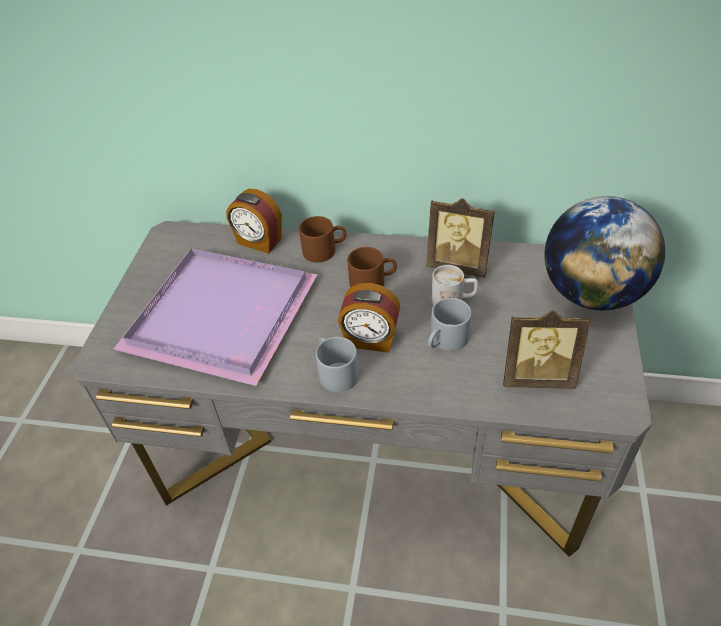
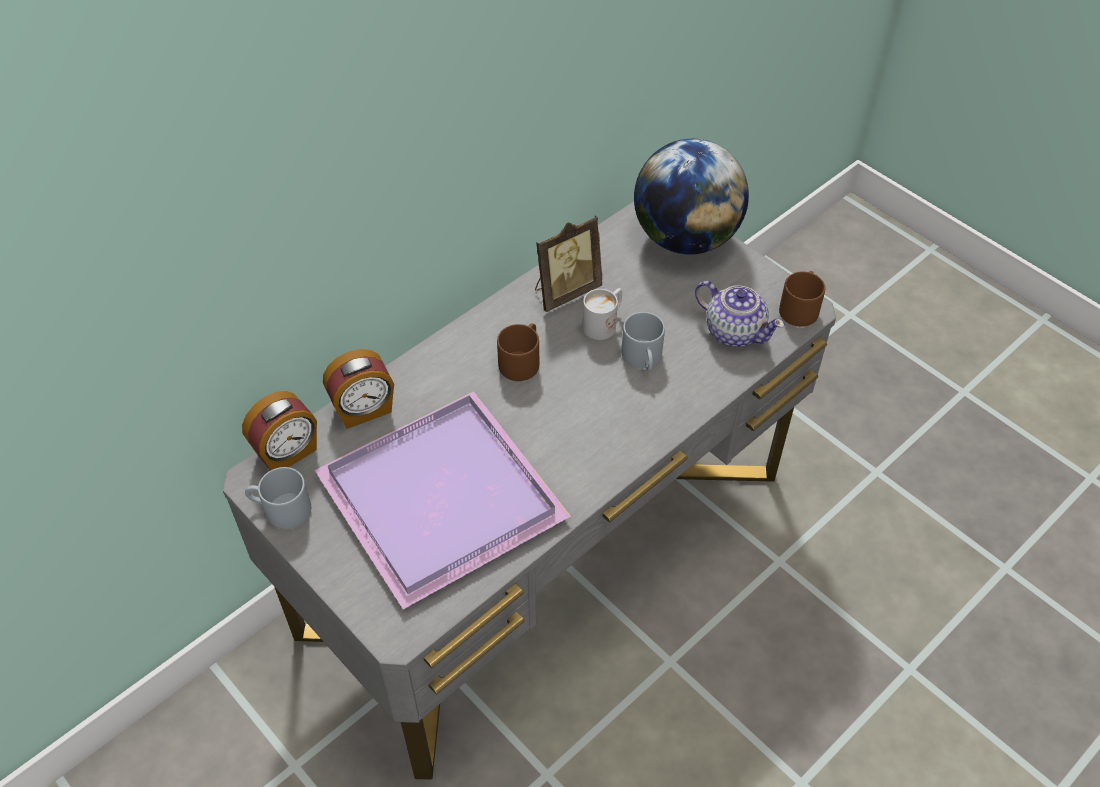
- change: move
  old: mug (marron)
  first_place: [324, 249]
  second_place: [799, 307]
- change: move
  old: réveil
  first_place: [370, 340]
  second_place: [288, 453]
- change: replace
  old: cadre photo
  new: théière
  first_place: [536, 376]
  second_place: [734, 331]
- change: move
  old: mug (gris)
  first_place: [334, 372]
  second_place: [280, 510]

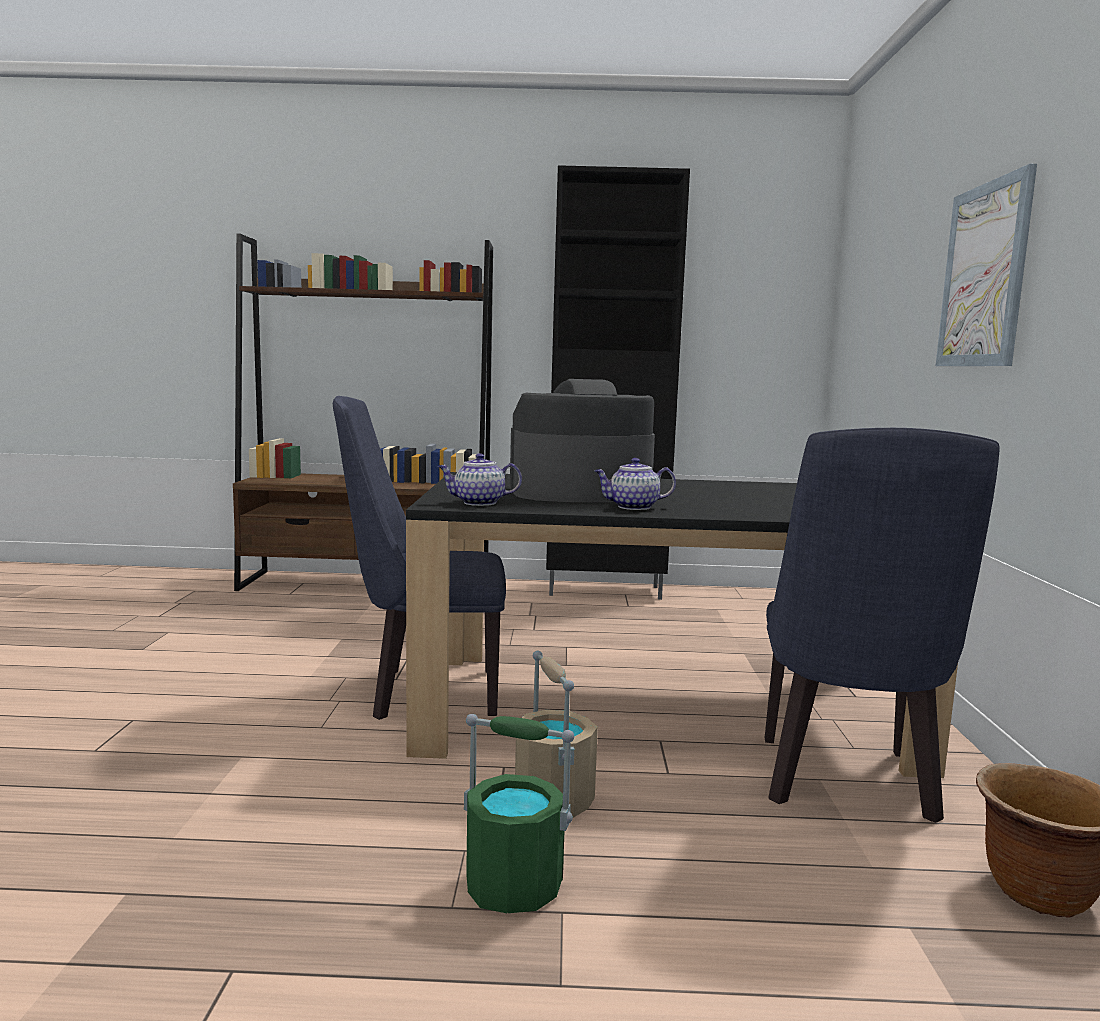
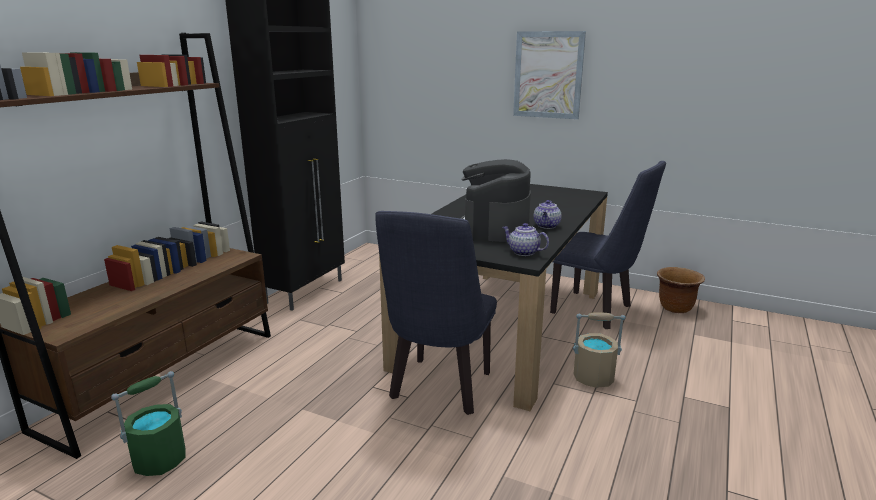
- change: rotate
  old: théière
  first_place: [478, 503]
  second_place: [523, 252]
  degrees: 105
- change: move
  old: seau (vert)
  first_place: [514, 886]
  second_place: [160, 460]

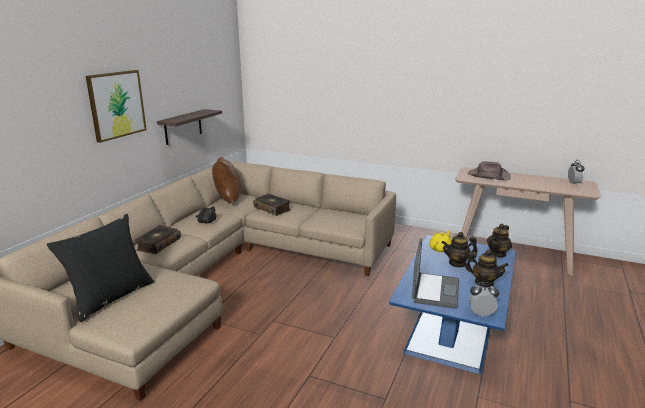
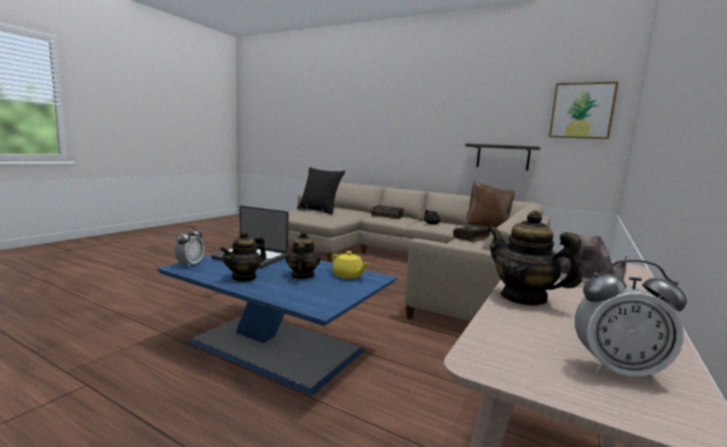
- change: move
  old: tableau
  first_place: [116, 104]
  second_place: [582, 110]
- change: move
  old: théière
  first_place: [498, 253]
  second_place: [523, 297]

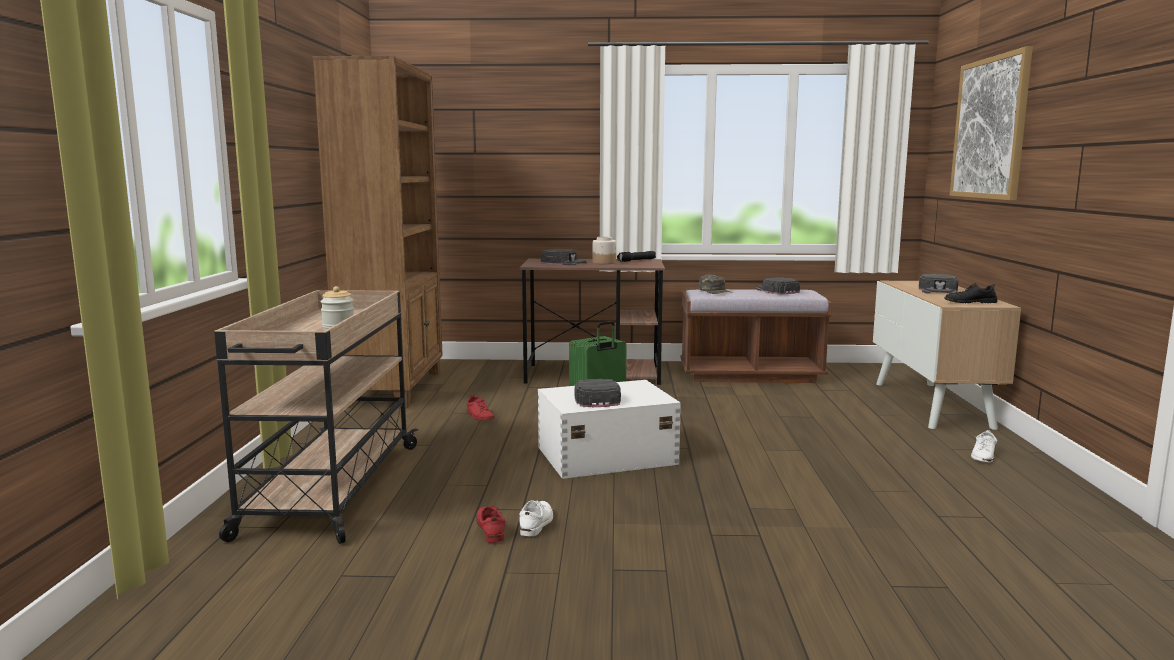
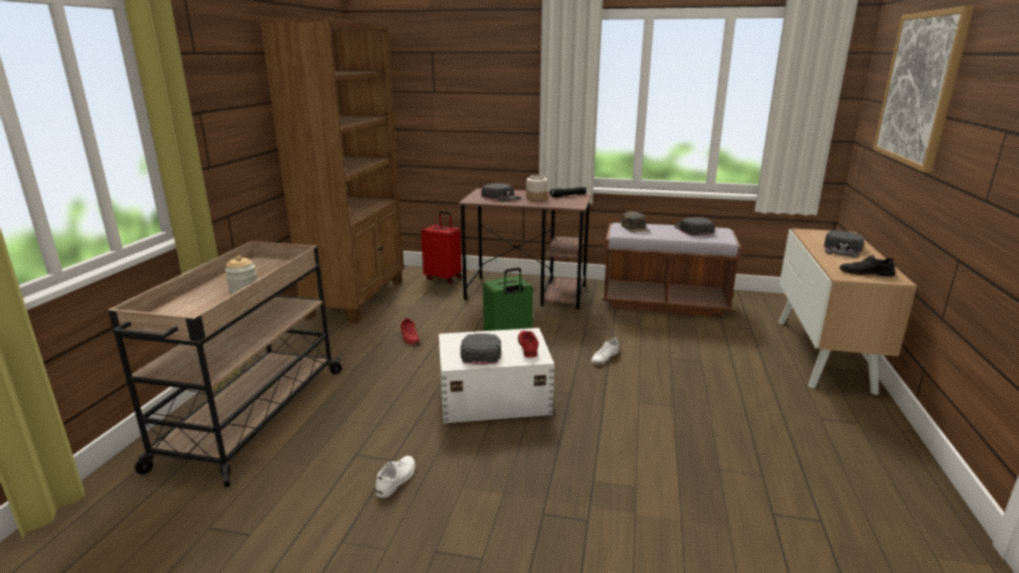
- change: move
  old: chaussure (blanc)
  first_place: [983, 455]
  second_place: [605, 357]
- change: move
  old: chaussure (rouge)
  first_place: [490, 529]
  second_place: [528, 347]
- change: insert
  new: valise (rouge)
  second_place: [443, 278]

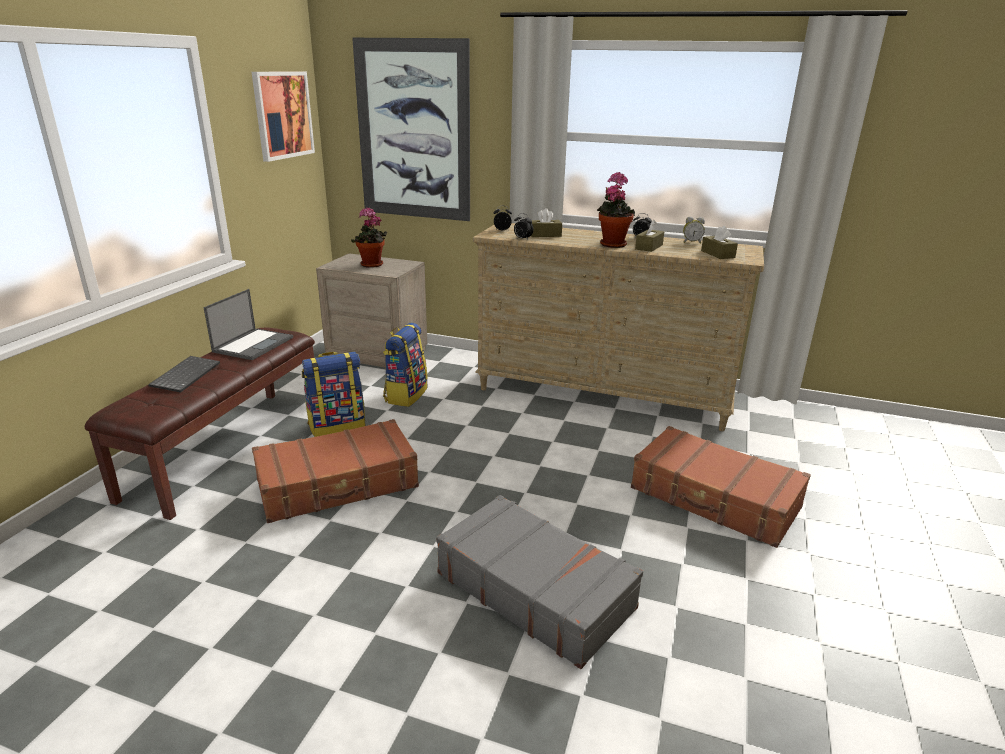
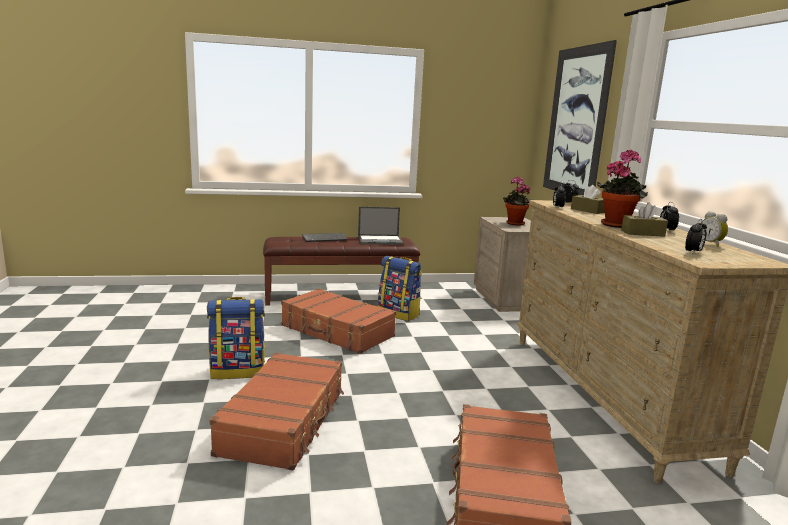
- change: delete
  old: tableau
  first_place: [283, 115]
- change: replace
  old: boîte à mouchoirs (marron)
  new: réveil
  first_place: [717, 254]
  second_place: [693, 252]
- change: move
  old: sac à dos
  first_place: [405, 395]
  second_place: [238, 371]
- change: recolor
  old: valise (gris)
  new: valise (marron)
  first_place: [535, 589]
  second_place: [284, 421]

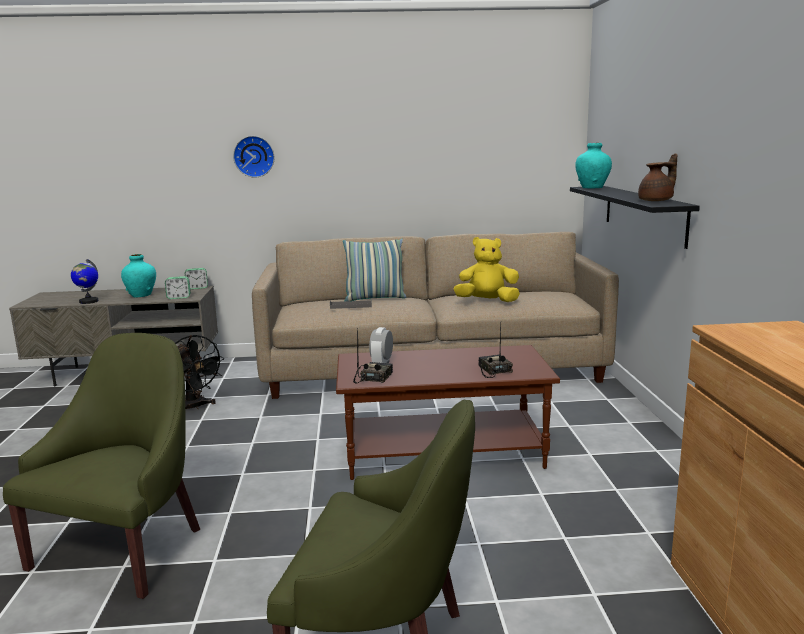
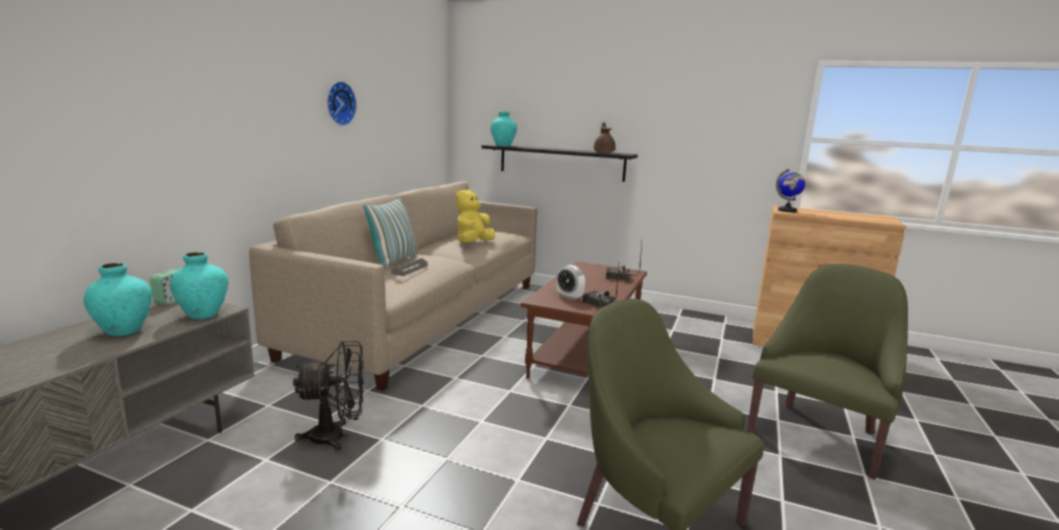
- change: move
  old: horloge murale
  first_place: [254, 156]
  second_place: [339, 103]
- change: move
  old: globe
  first_place: [88, 301]
  second_place: [787, 211]
- change: replace
  old: réveil
  new: vase (turquoise)
  first_place: [179, 297]
  second_place: [203, 314]

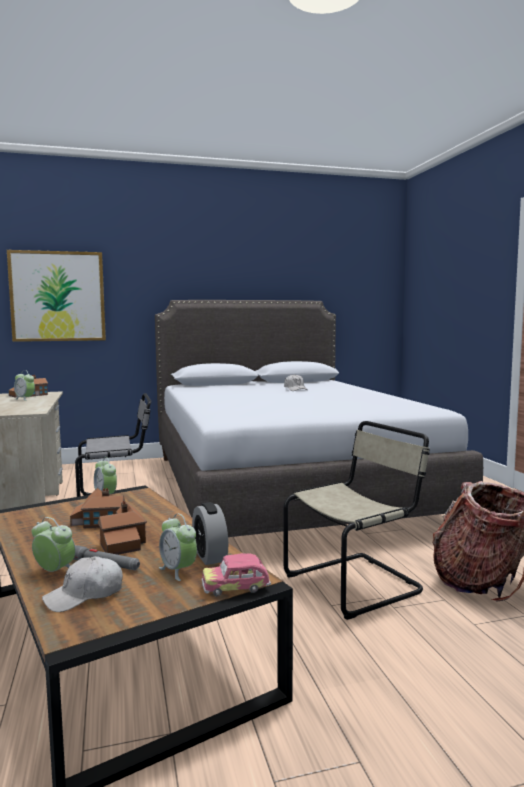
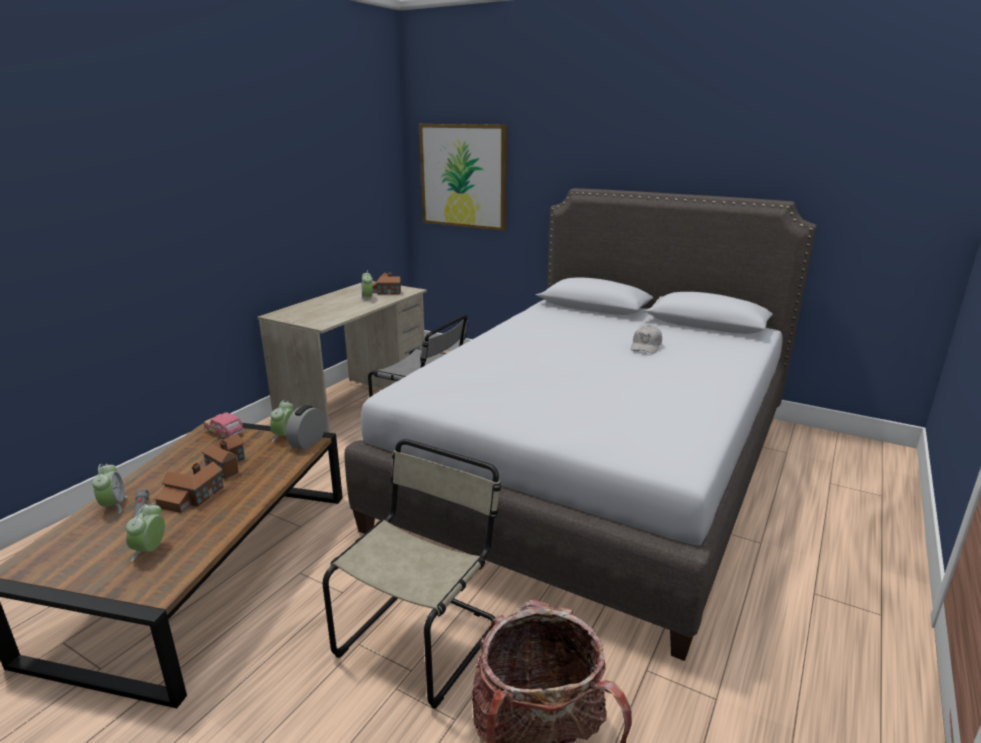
- change: rotate
  old: chaise (beige)
  first_place: [357, 583]
  second_place: [422, 636]
  degrees: -75
- change: move
  old: réveil
  first_place: [210, 556]
  second_place: [307, 442]
- change: move
  old: petite voiture
  first_place: [235, 588]
  second_place: [225, 433]
- change: delete
  old: casquette (blanc)
  first_place: [84, 595]

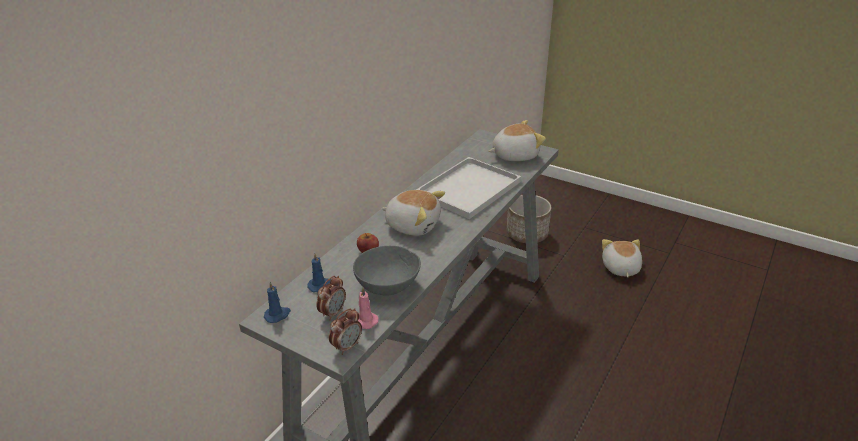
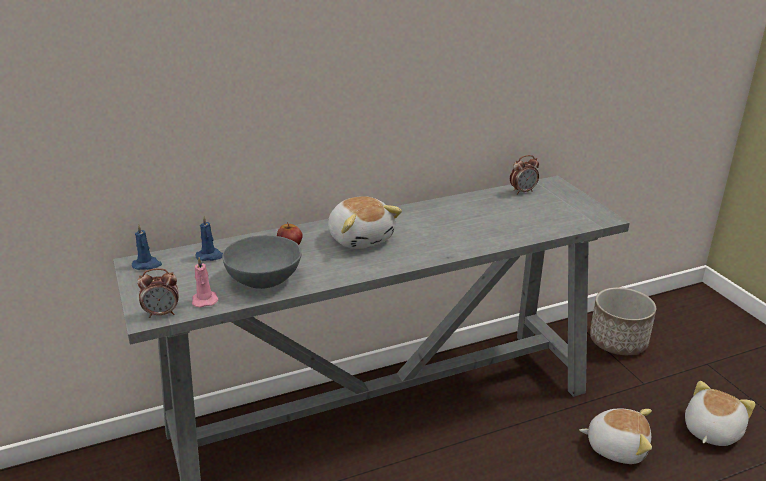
- change: move
  old: peluche
  first_place: [514, 155]
  second_place: [616, 447]
- change: delete
  old: plateau (blanc)
  first_place: [468, 189]
- change: move
  old: réveil
  first_place: [333, 313]
  second_place: [523, 191]

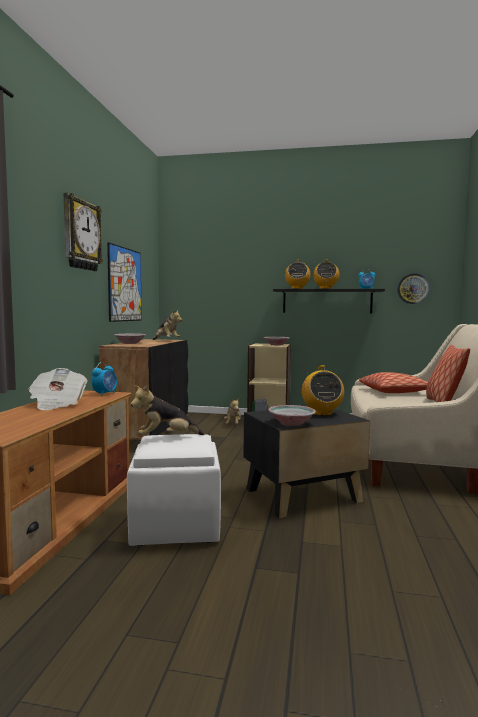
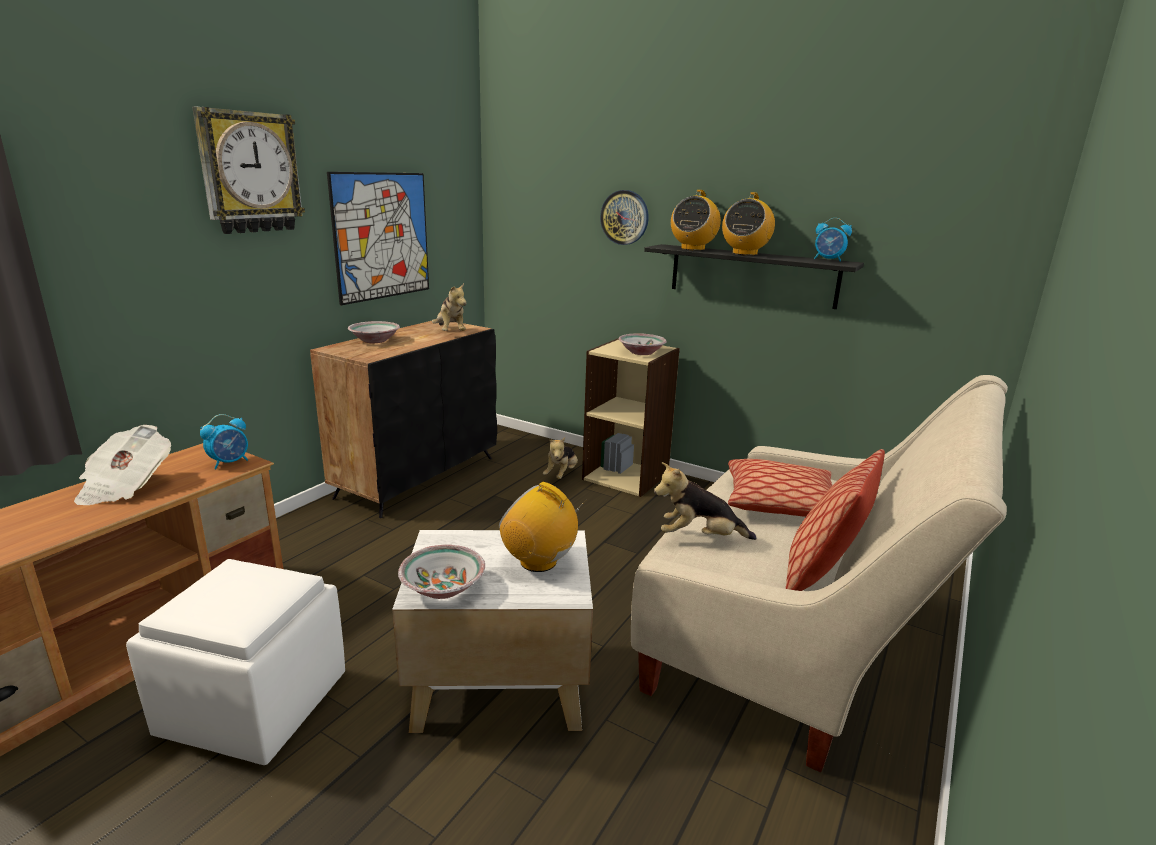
- change: move
  old: horloge murale
  first_place: [413, 288]
  second_place: [624, 217]
- change: rotate
  old: radio
  first_place: [321, 413]
  second_place: [539, 561]
  degrees: 105
- change: move
  old: peluche
  first_place: [166, 438]
  second_place: [699, 537]
- change: recolor
  old: table d'appoint (noir)
  new: table d'appoint (blanc)
  first_place: [301, 495]
  second_place: [498, 683]

